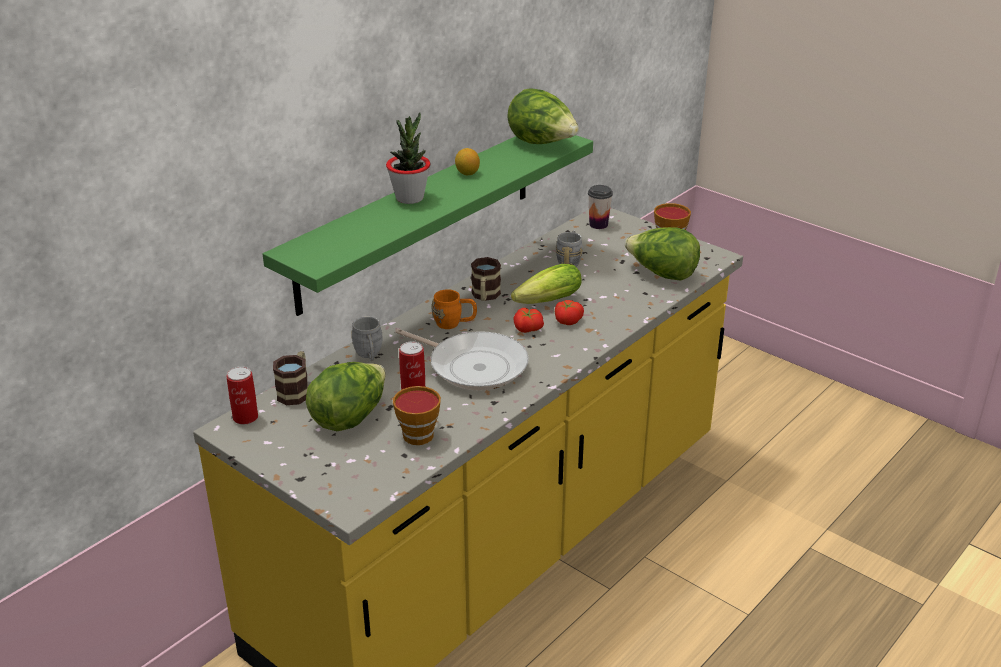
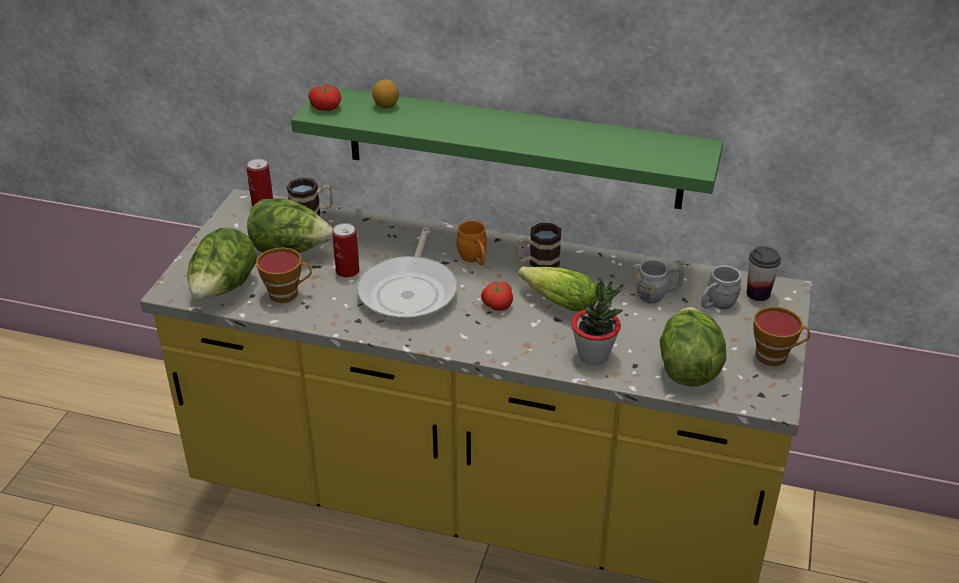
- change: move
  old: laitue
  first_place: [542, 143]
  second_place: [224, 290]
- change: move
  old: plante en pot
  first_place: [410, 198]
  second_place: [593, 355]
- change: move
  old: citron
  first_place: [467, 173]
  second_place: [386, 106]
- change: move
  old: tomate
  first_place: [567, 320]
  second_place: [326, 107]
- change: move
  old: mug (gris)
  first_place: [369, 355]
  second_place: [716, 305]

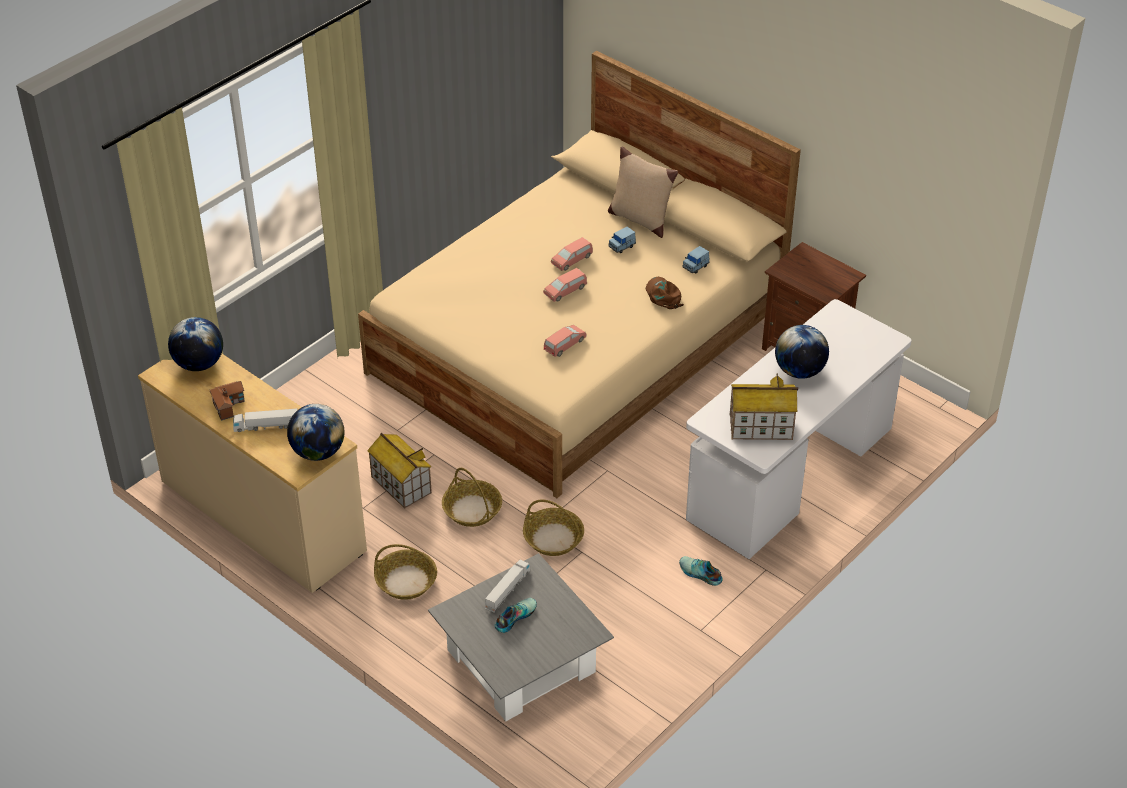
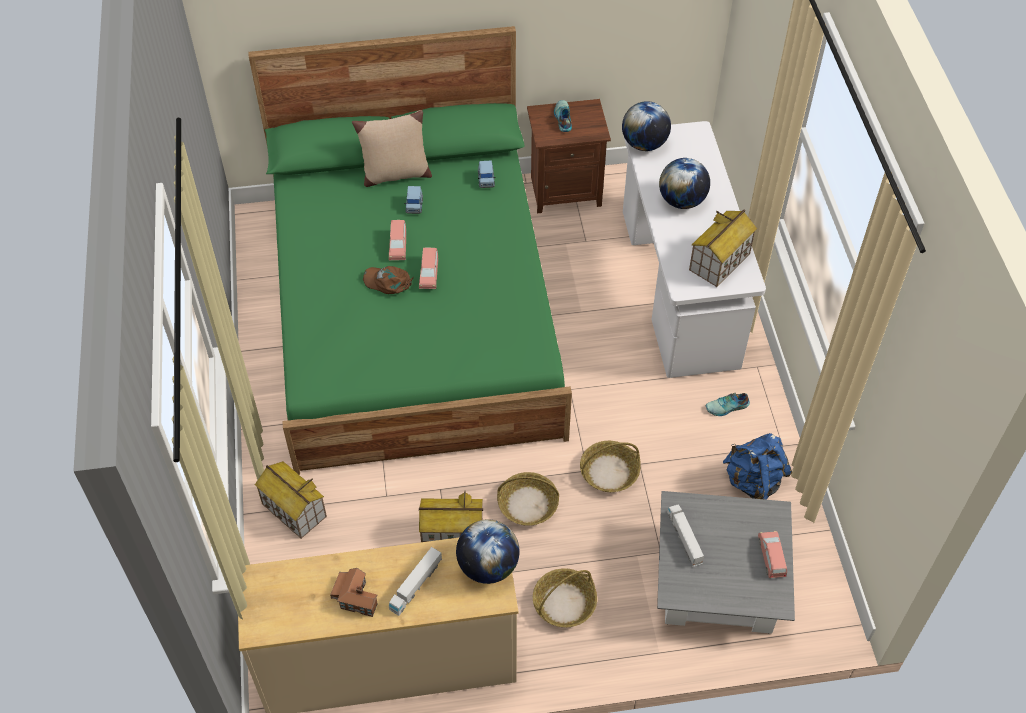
- change: recolor
  old: lit (beige)
  new: lit (vert)
  first_place: [578, 343]
  second_place: [415, 312]
- change: move
  old: casquette (marron)
  first_place: [663, 295]
  second_place: [388, 282]
- change: move
  old: globe
  first_place: [199, 364]
  second_place: [644, 144]
- change: move
  old: petite voiture (rose)
  first_place: [564, 345]
  second_place: [771, 557]
- change: move
  old: chaussure
  first_place: [514, 617]
  second_place: [562, 119]
- change: insert
  new: sac à dos (bleu)
  second_place: [753, 481]
- change: insert
  new: maison miniature
  second_place: [293, 510]

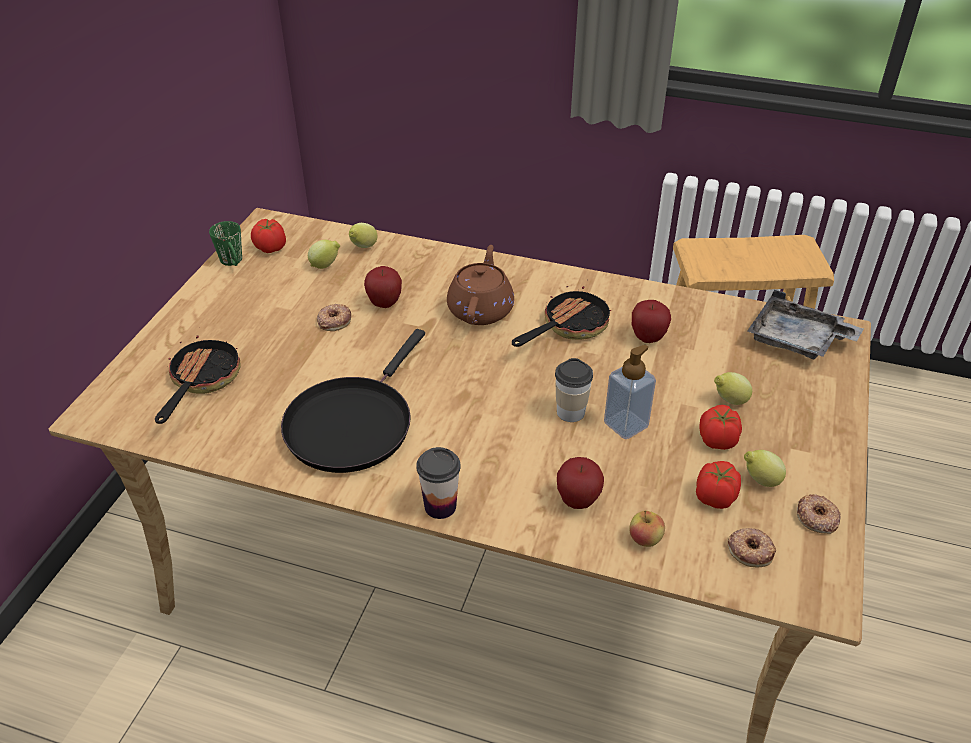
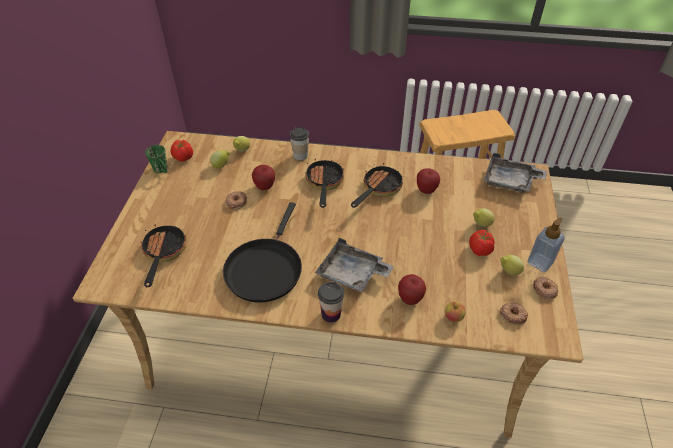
- change: replace
  old: théière (marron)
  new: poêle
  first_place: [481, 309]
  second_place: [324, 183]
- change: move
  old: distributeur de savon
  first_place: [625, 424]
  second_place: [540, 262]
- change: move
  old: tasse
  first_place: [570, 412]
  second_place: [300, 155]
- change: delete
  old: tomate
  first_place: [714, 497]
- change: insert
  new: plateau (gris)
  second_place: [352, 274]

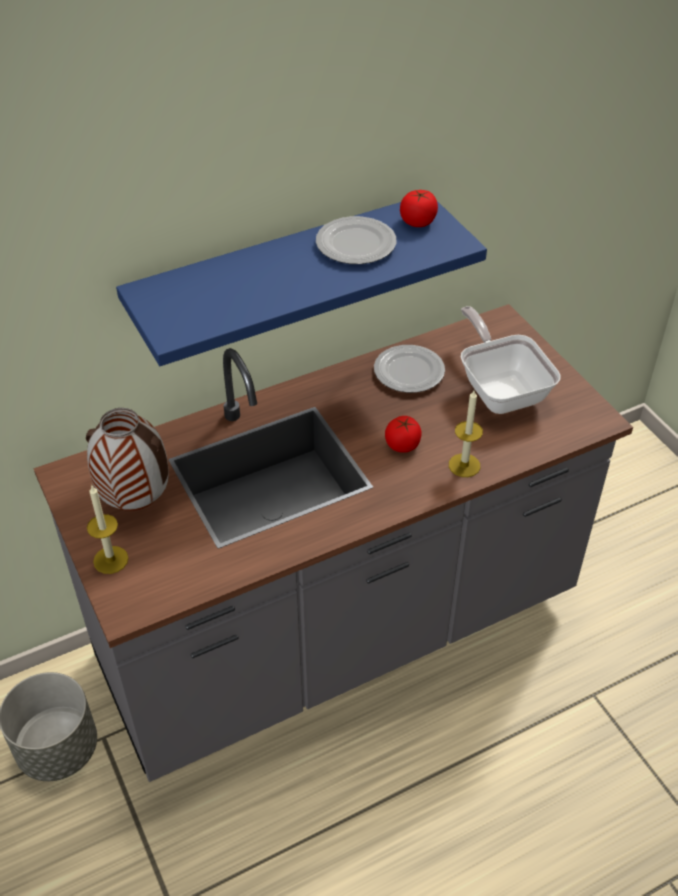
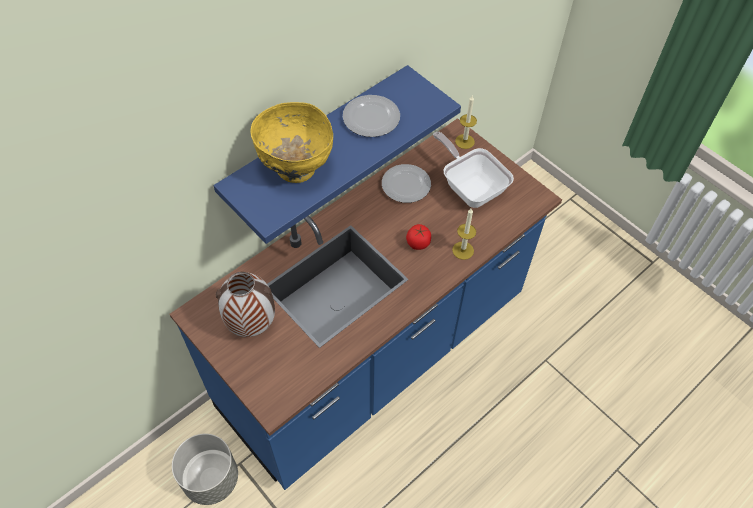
- change: delete
  old: tomate
  first_place: [418, 222]
- change: recolor
  old: comptoir de cuisine (gris)
  new: comptoir de cuisine (bleu)
  first_place: [338, 632]
  second_place: [374, 354]
- change: move
  old: bougie
  first_place: [110, 560]
  second_place: [464, 141]
- change: insert
  new: bol (jaune)
  second_place: [296, 169]

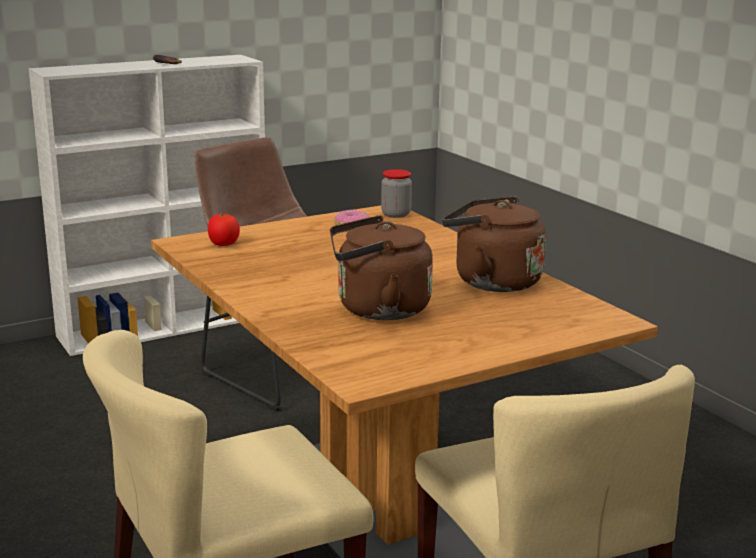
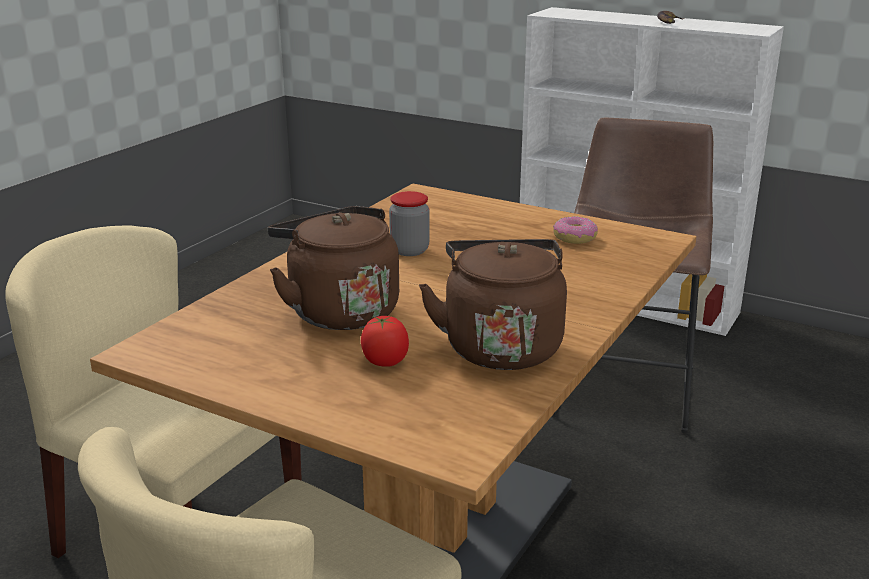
- change: move
  old: bocal
  first_place: [396, 214]
  second_place: [409, 250]
- change: move
  old: tomate
  first_place: [223, 244]
  second_place: [385, 362]

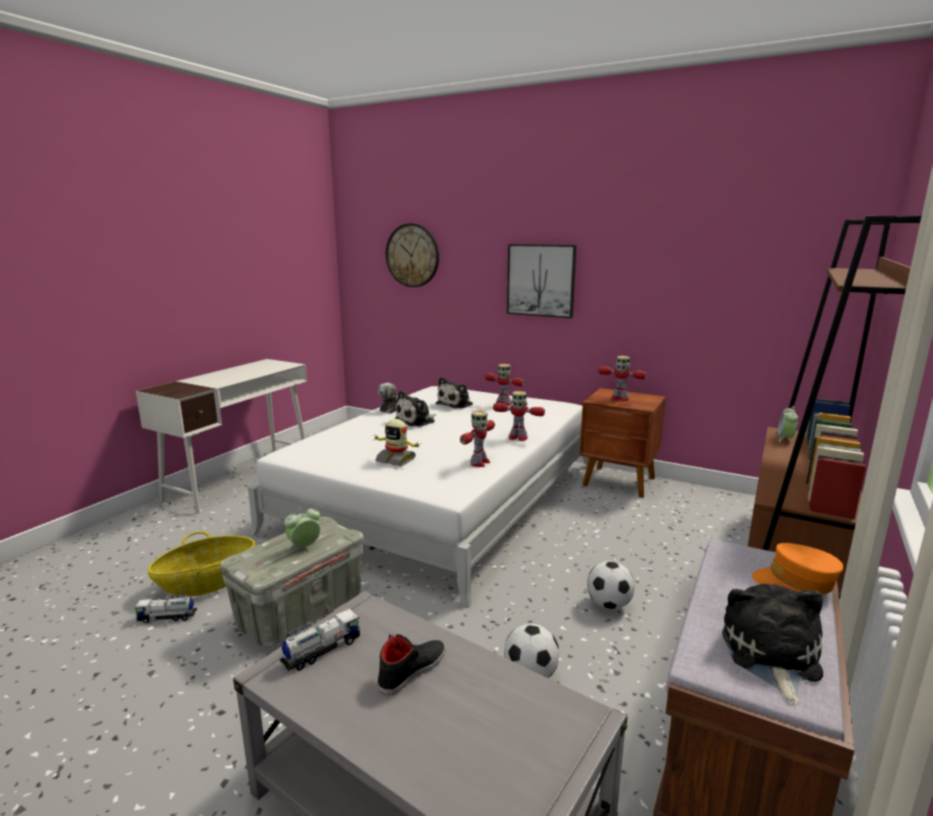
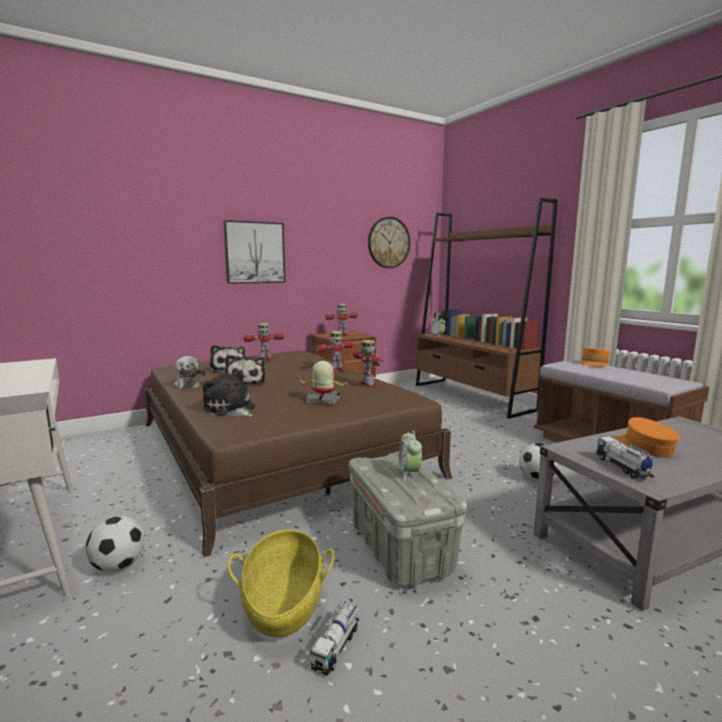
- change: move
  old: horloge murale
  first_place: [412, 255]
  second_place: [388, 242]
- change: recolor
  old: lit (blanc)
  new: lit (marron)
  first_place: [442, 496]
  second_place: [277, 448]
- change: rotate
  old: robot jouet
  first_place: [396, 459]
  second_place: [323, 400]
  degrees: -135
- change: move
  old: ballon de foot
  first_place: [609, 604]
  second_place: [119, 566]
- change: move
  old: peluche
  first_place: [770, 656]
  second_place: [230, 409]
- change: replace
  old: chaussure (noir)
  new: casquette (orange)
  first_place: [412, 670]
  second_place: [644, 447]

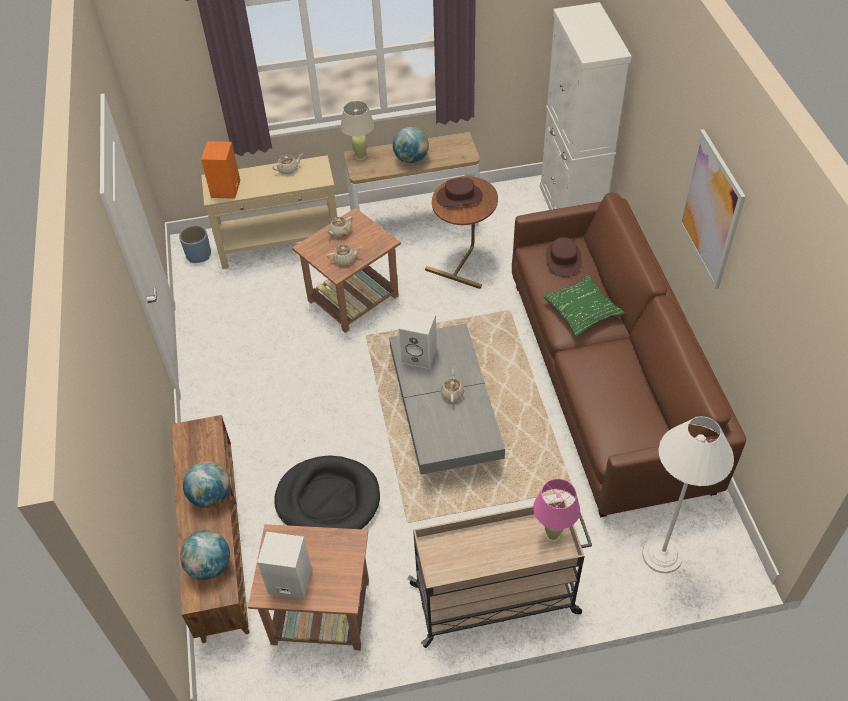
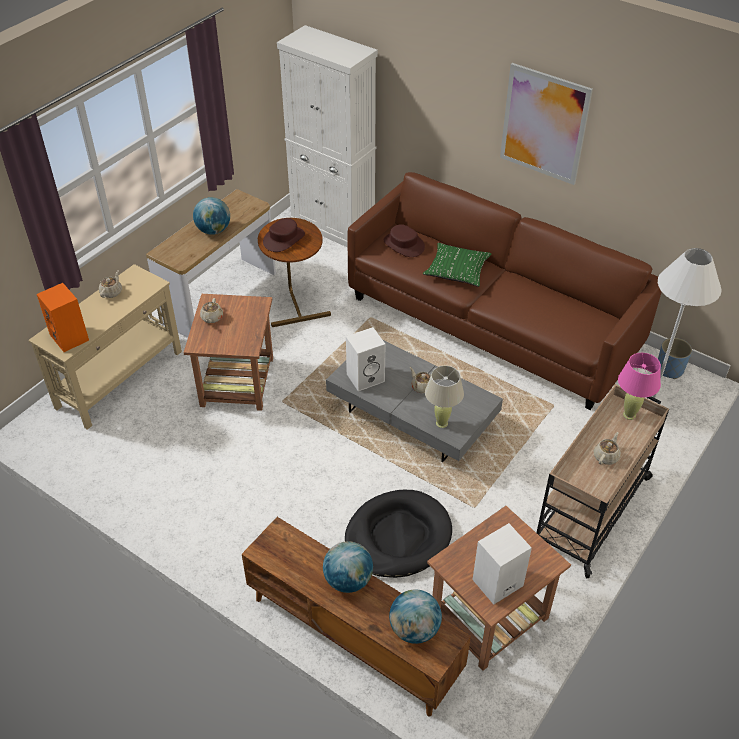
- change: move
  old: lampe de table (beige)
  first_place: [360, 157]
  second_place: [442, 423]
- change: move
  old: cache-pot (bleu)
  first_place: [199, 255]
  second_place: [669, 369]
- change: move
  old: théière (beige)
  first_place: [345, 260]
  second_place: [606, 456]

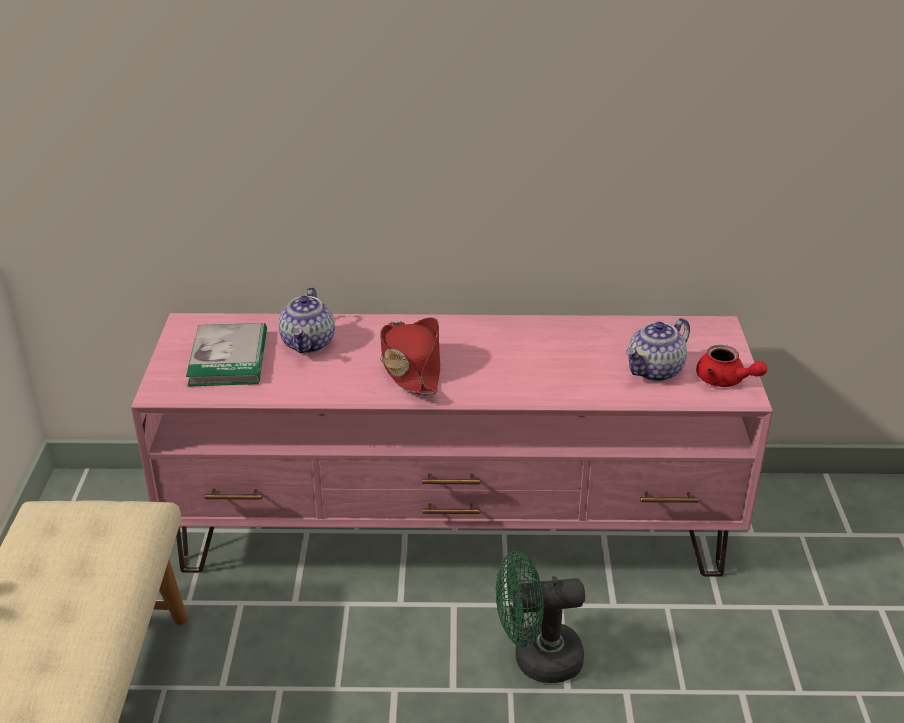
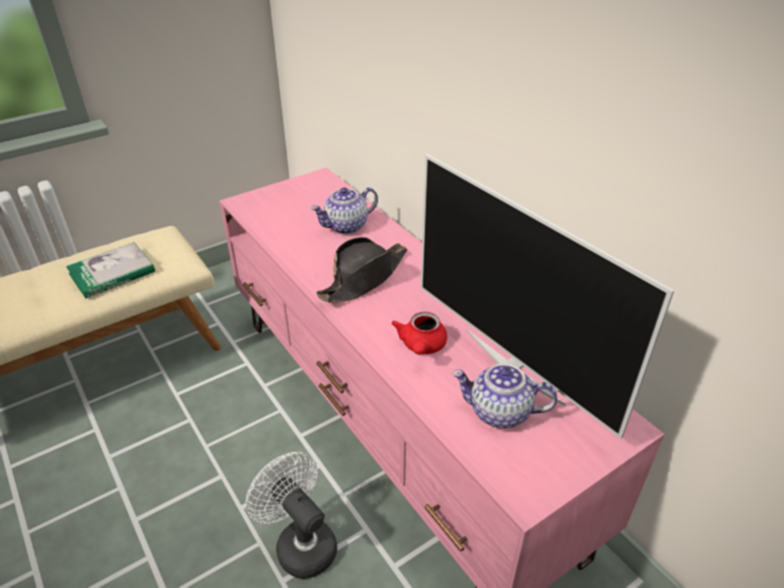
- change: recolor
  old: chapeau (rouge)
  new: chapeau (noir)
  first_place: [411, 366]
  second_place: [364, 278]
- change: move
  old: livre
  first_place: [228, 358]
  second_place: [112, 273]
- change: move
  old: théière (rouge)
  first_place: [725, 381]
  second_place: [421, 346]
- change: recolor
  old: ventilateur (vert)
  new: ventilateur (blanc)
  first_place: [536, 659]
  second_place: [300, 543]
- change: insert
  new: téléviseur
  second_place: [514, 364]

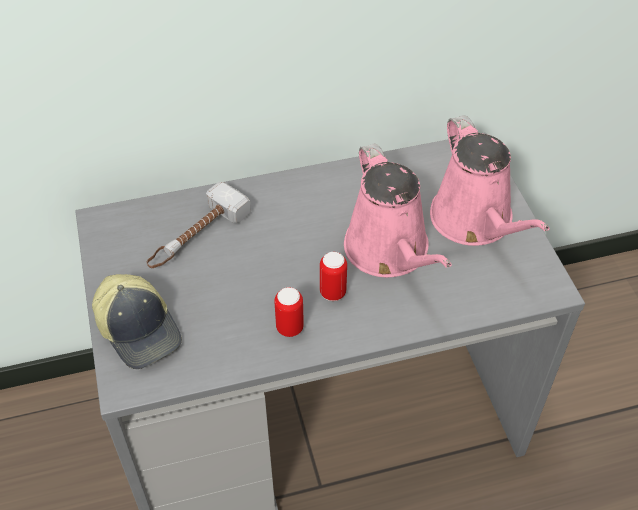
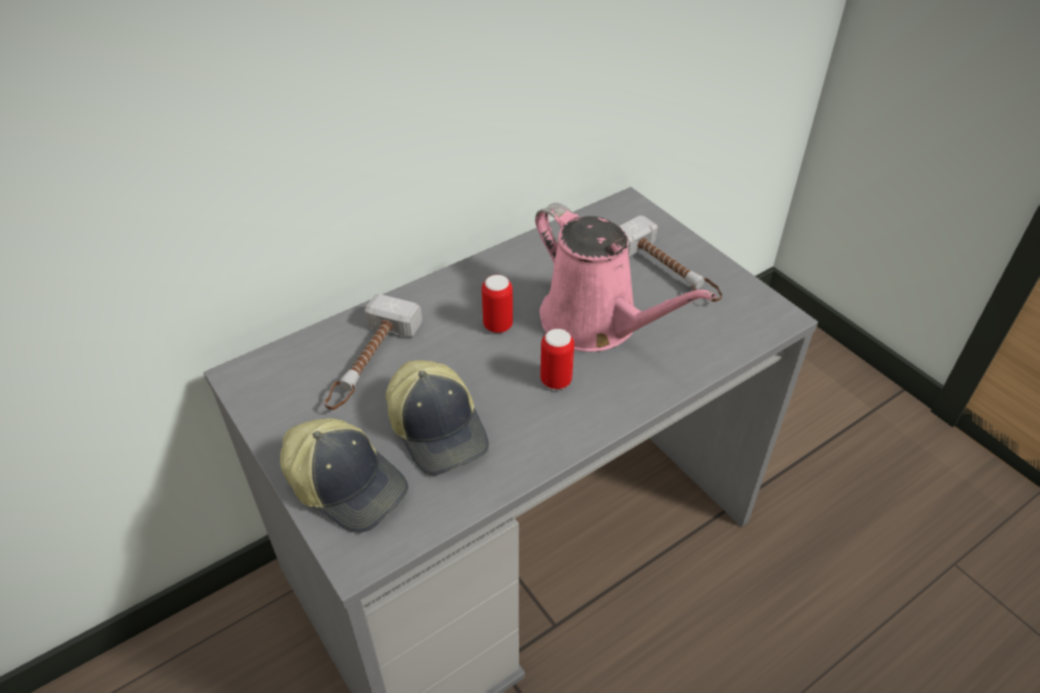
- change: replace
  old: arrosoir (rose)
  new: marteau
  first_place: [475, 221]
  second_place: [667, 272]
- change: move
  old: boîte métallique
  first_place: [289, 328]
  second_place: [498, 325]
- change: insert
  new: casquette
  second_place: [439, 429]

